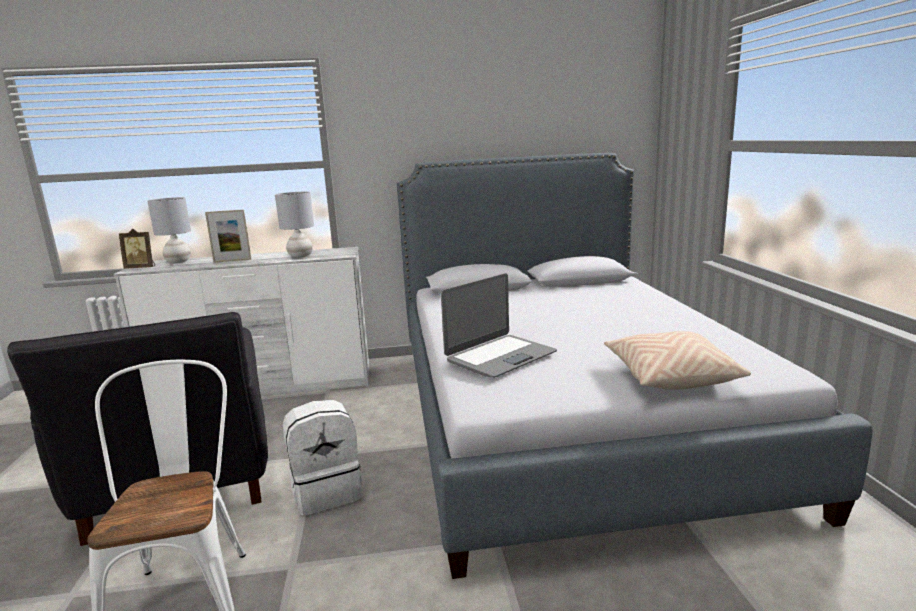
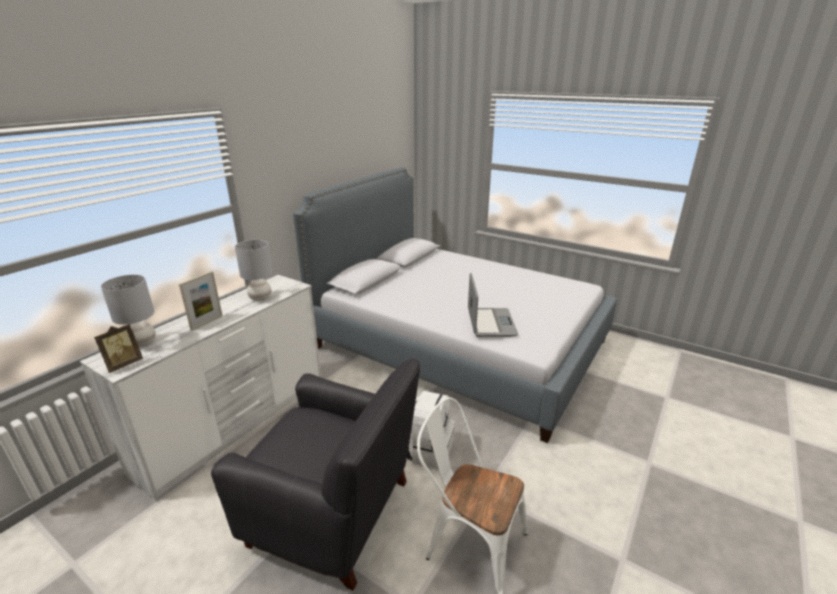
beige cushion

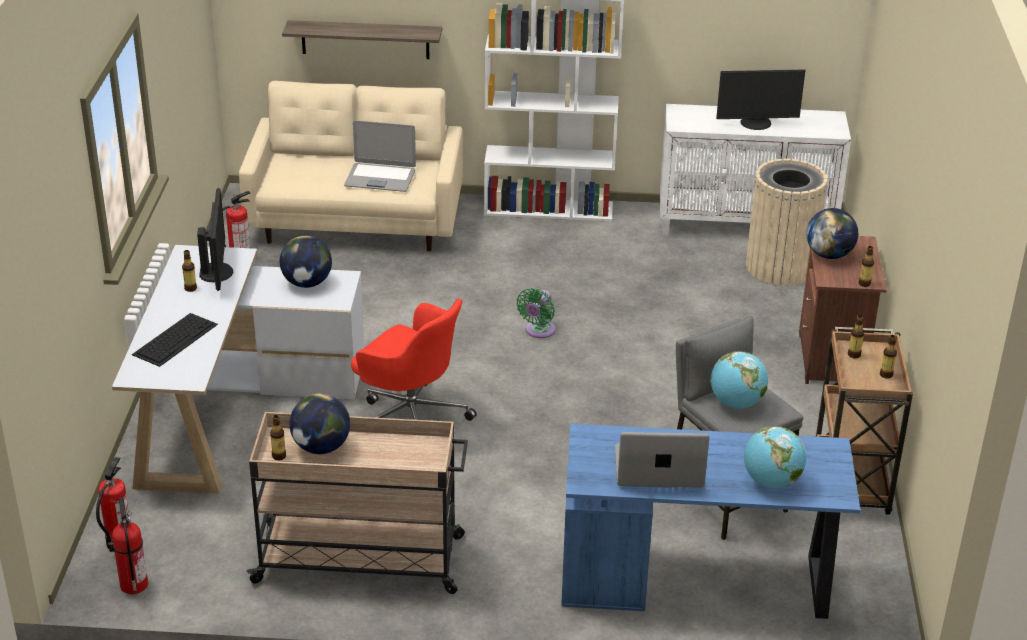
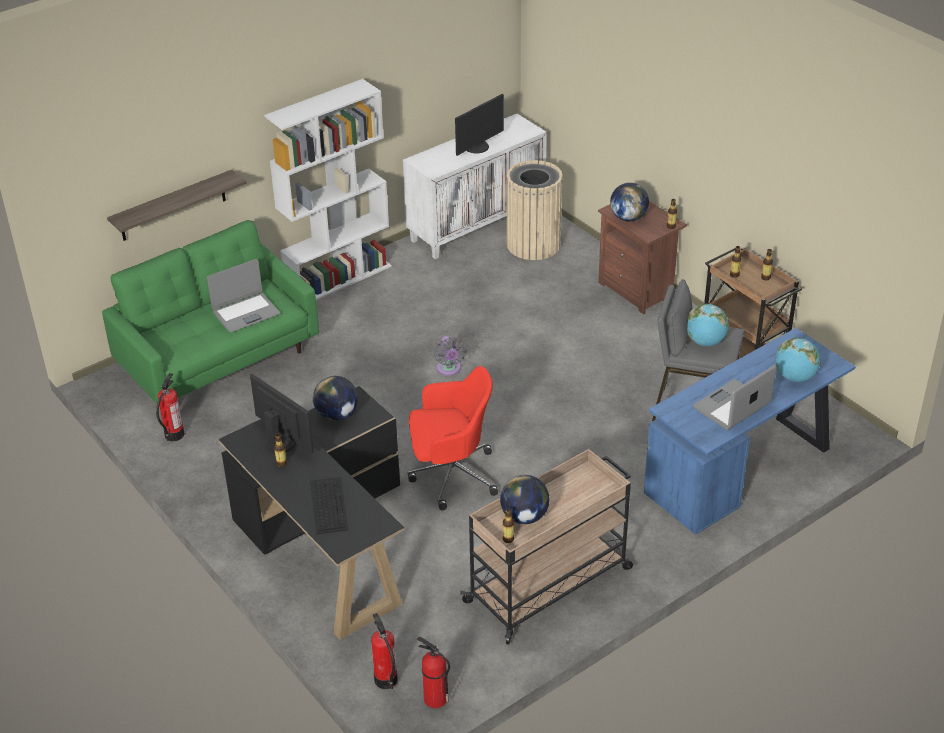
green sofa
black-coloured desk unit
greyish electric fan

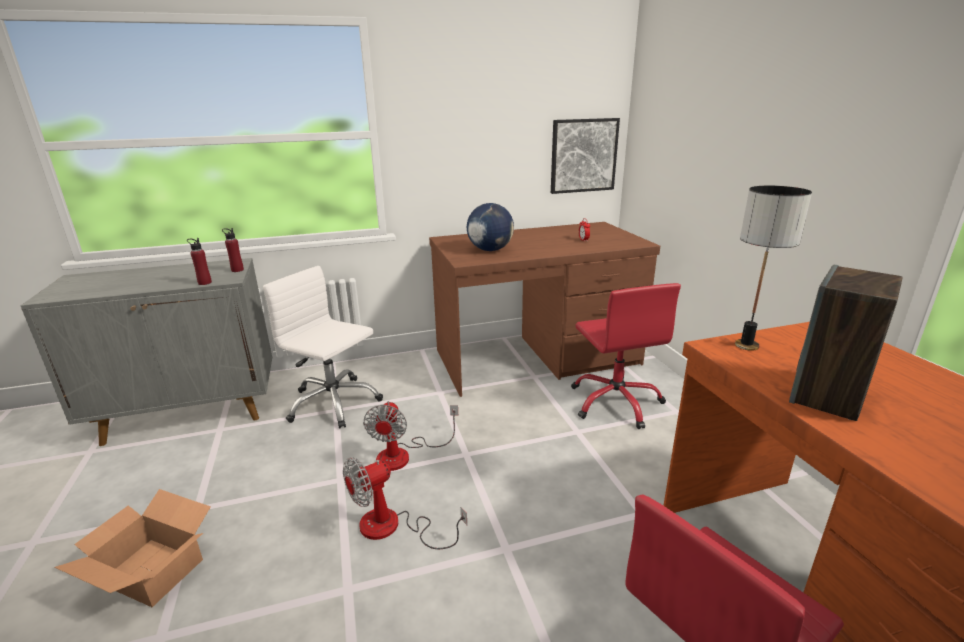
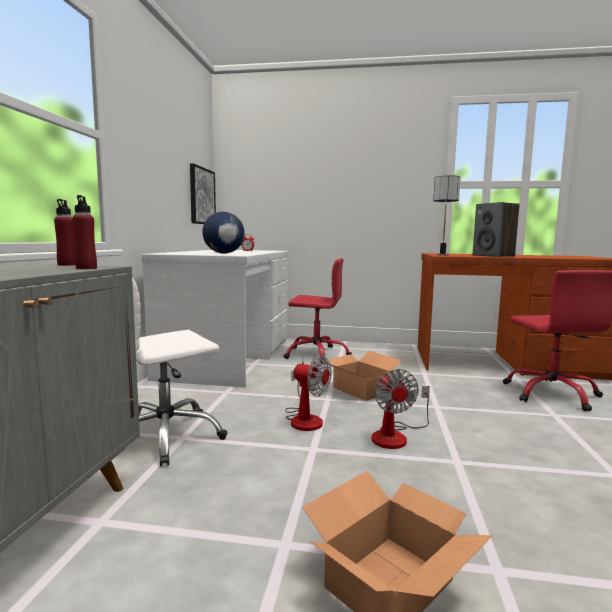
white desk unit
cardboard box (1st from left)

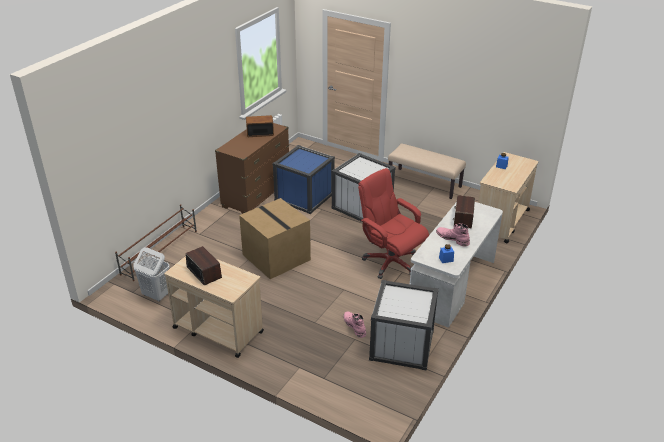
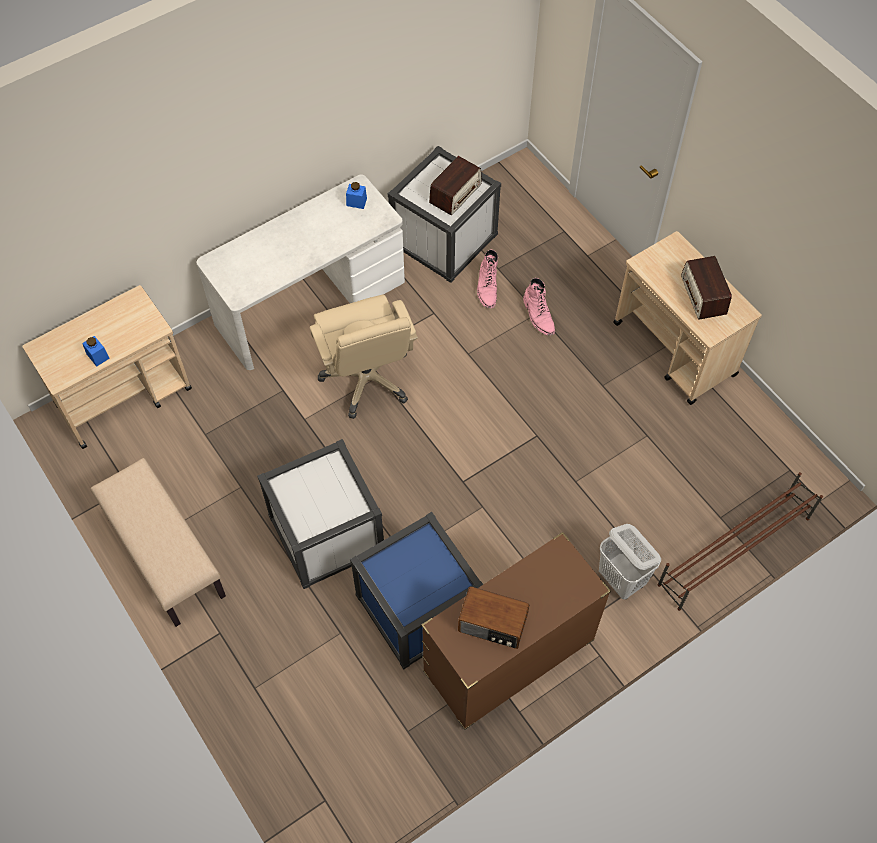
beige computer chair
radio set (1st from left)
pink-coloured tall boot (2nd from left)
white laundry basket
cardboard box

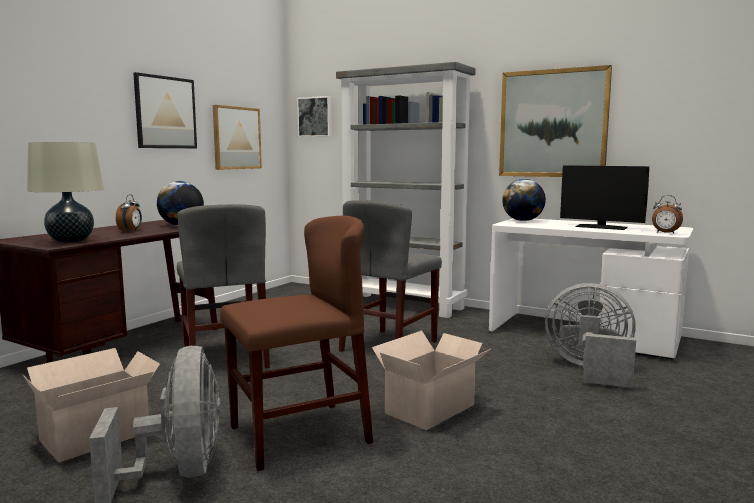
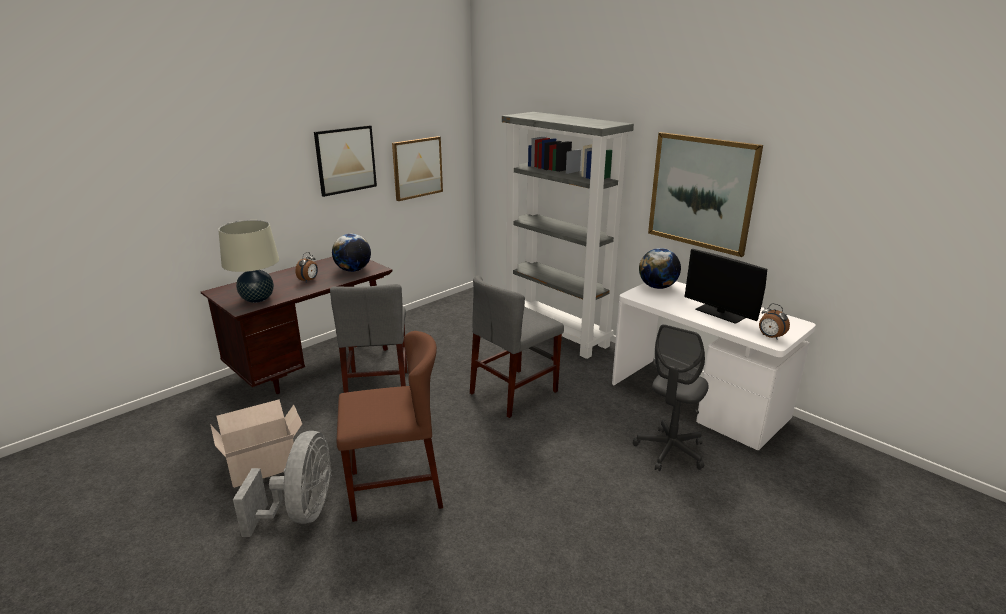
greyish computer chair
wall picture (3rd from left in the first image)
cardboard box (2nd from left in the first image)

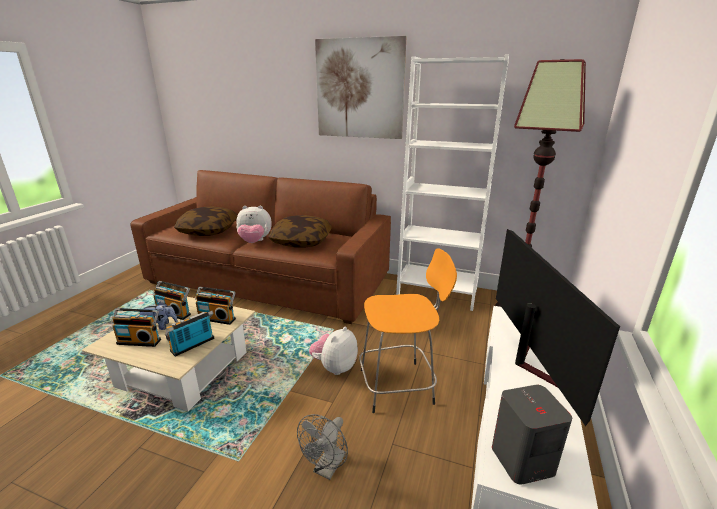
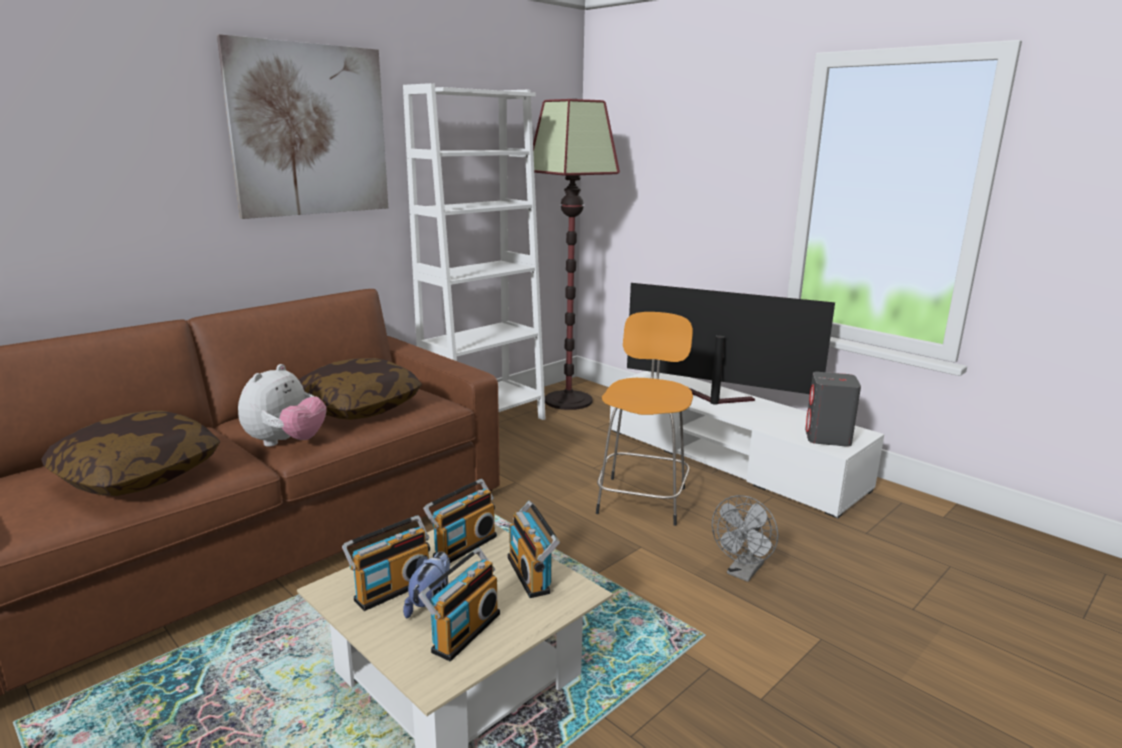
greyish electric fan
plush toy (3rd from left in the first image)

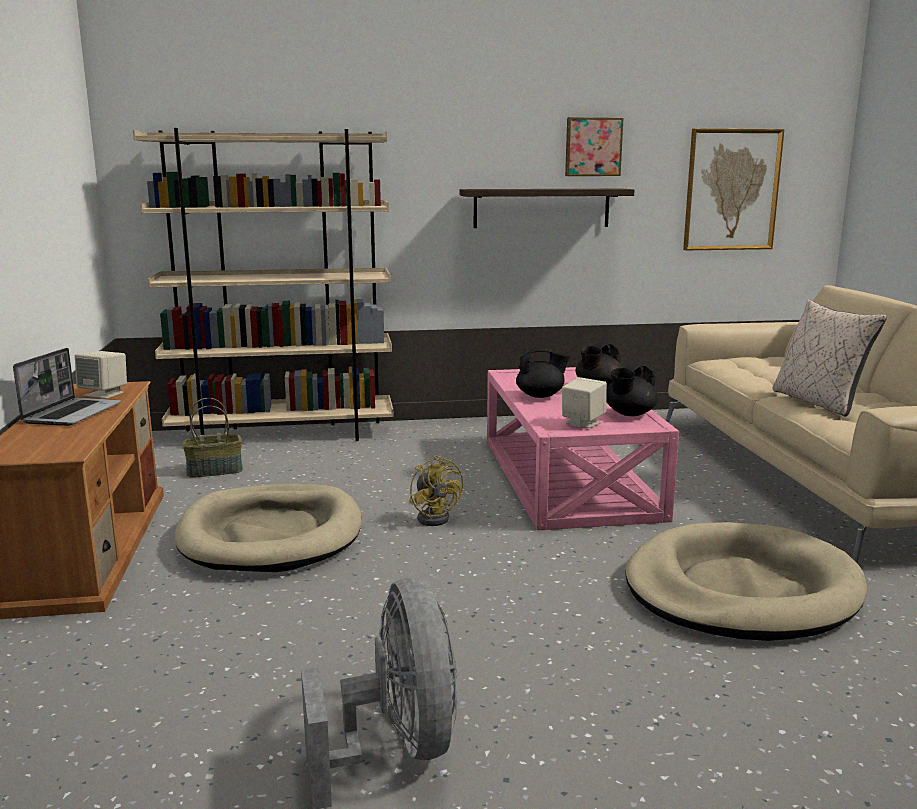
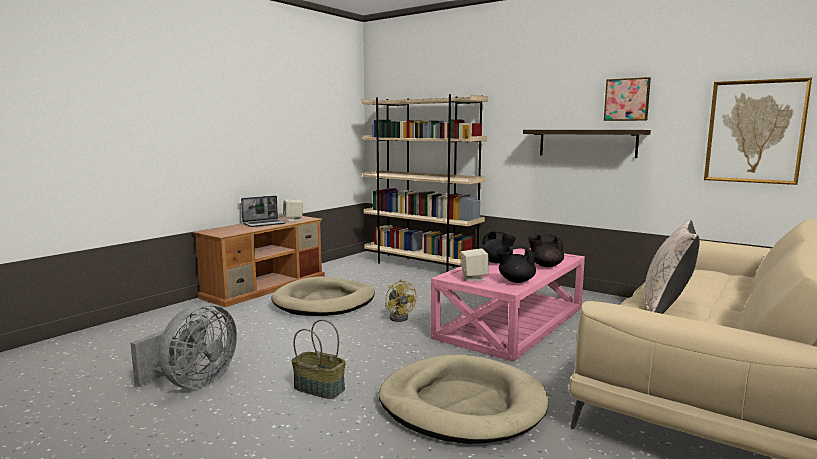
household basket
yellowish electric fan

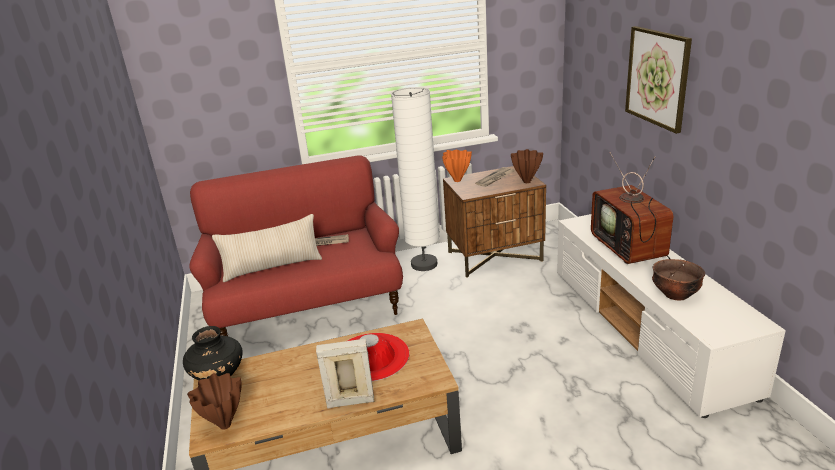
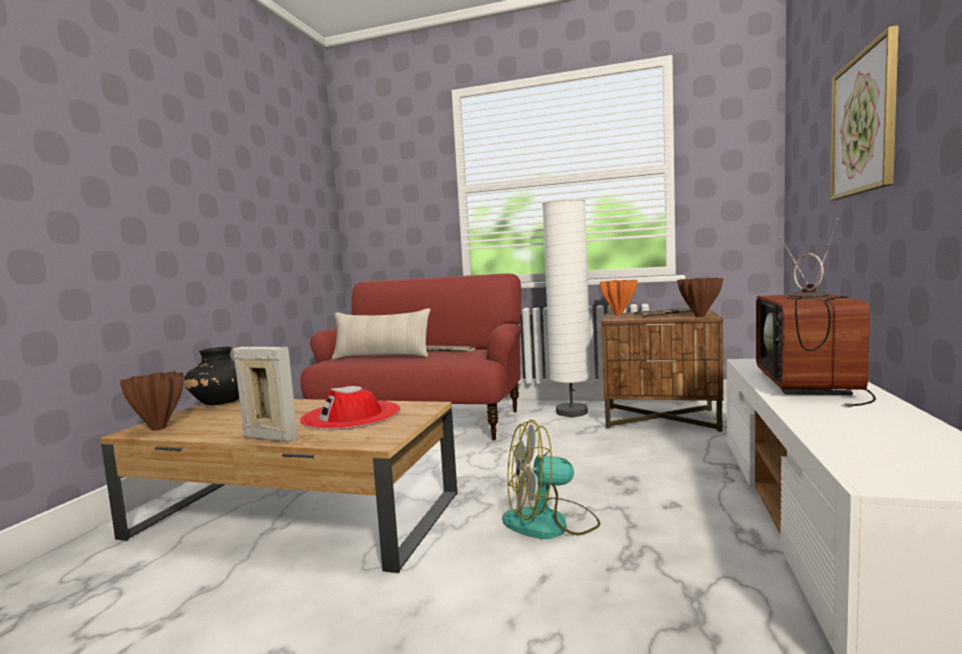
electric fan
brownish bowl

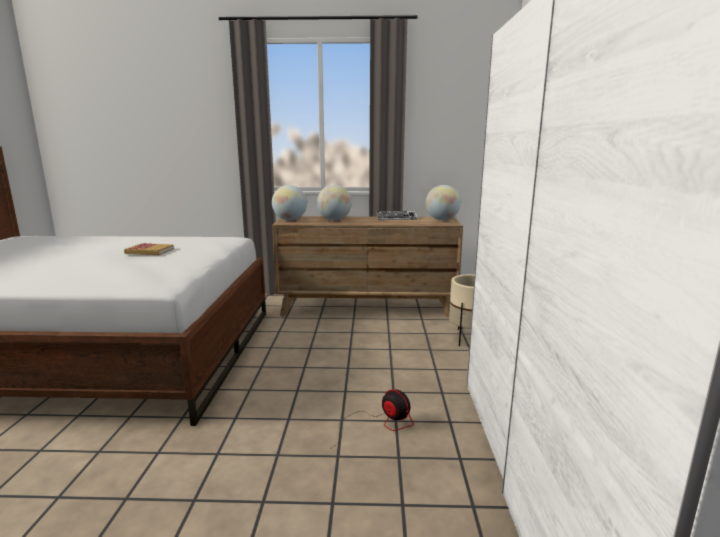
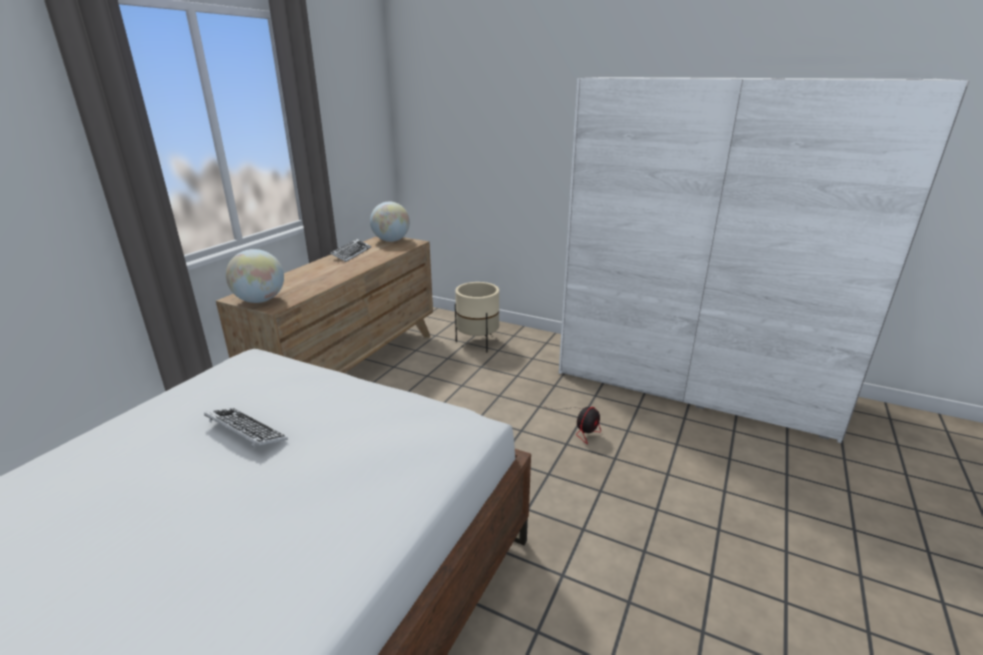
PC keyboard (1st from left)
electric fan
desk globe (2nd from left in the first image)

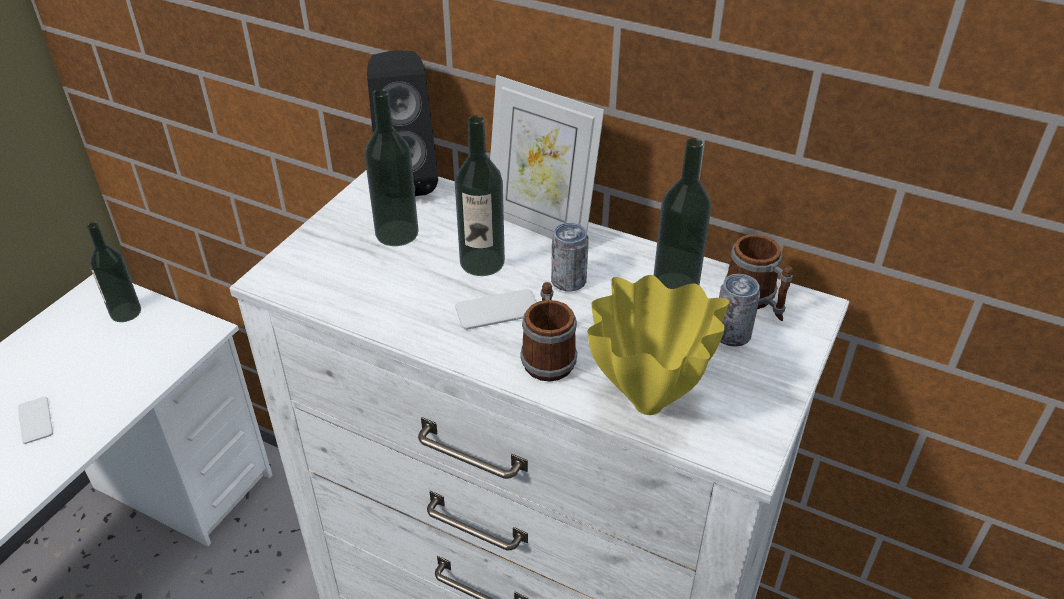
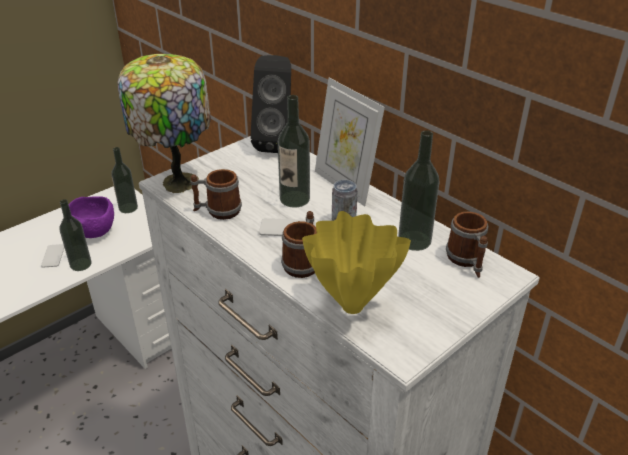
beverage bottle (1st from left)
purple bowl
lamp for a table
tea mug (1st from left)
metal can (2nd from left in the first image)

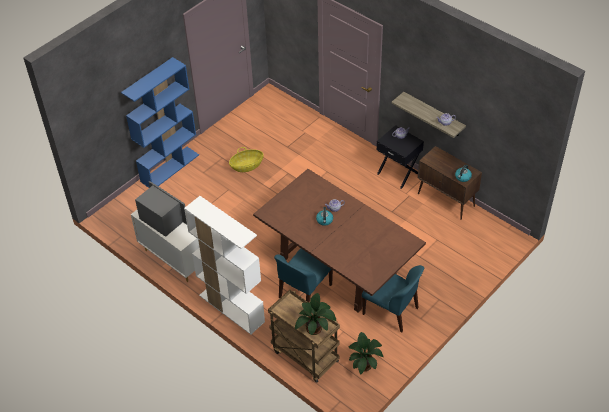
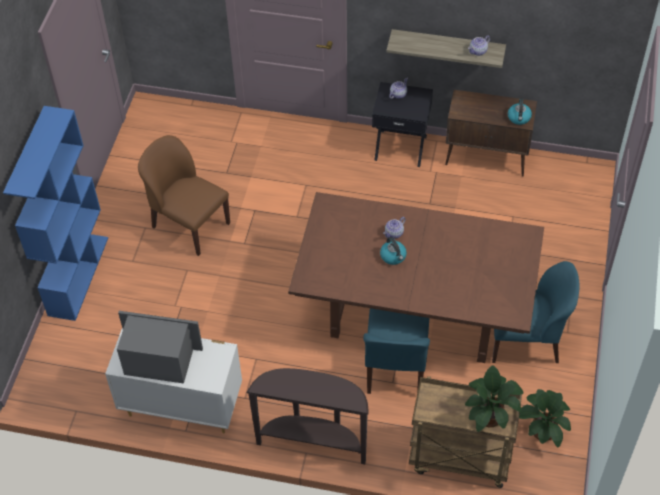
brownish upright chair
brownish narrow table

